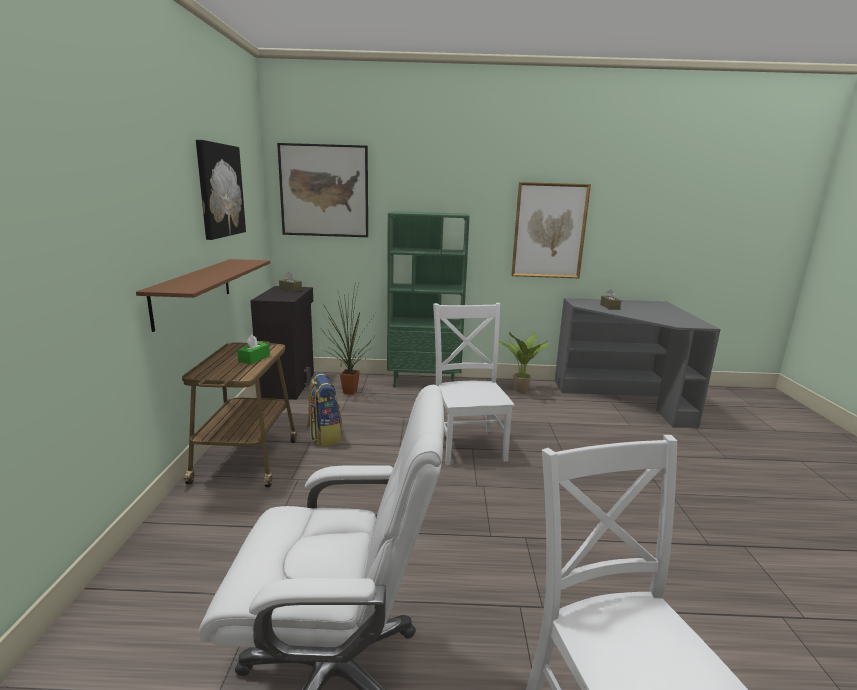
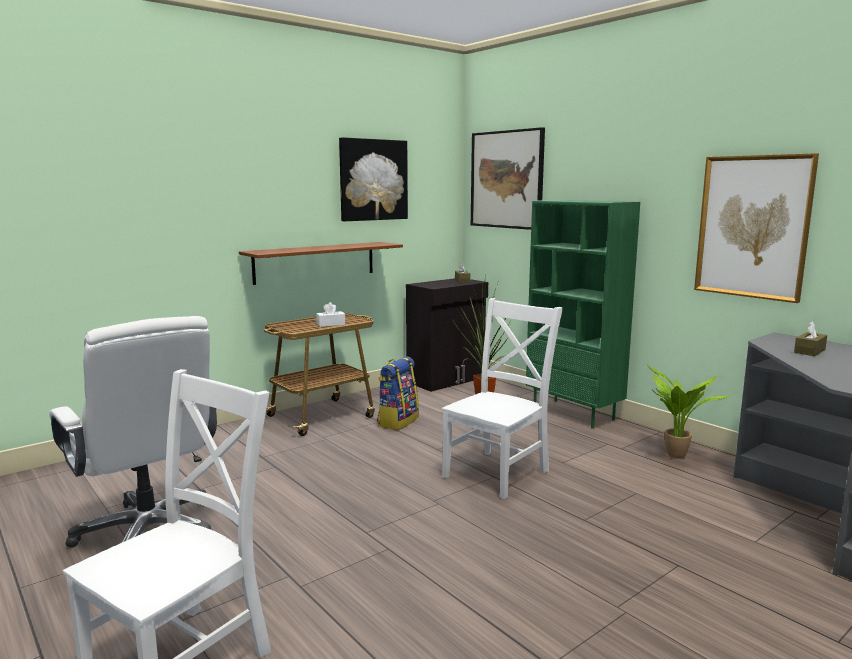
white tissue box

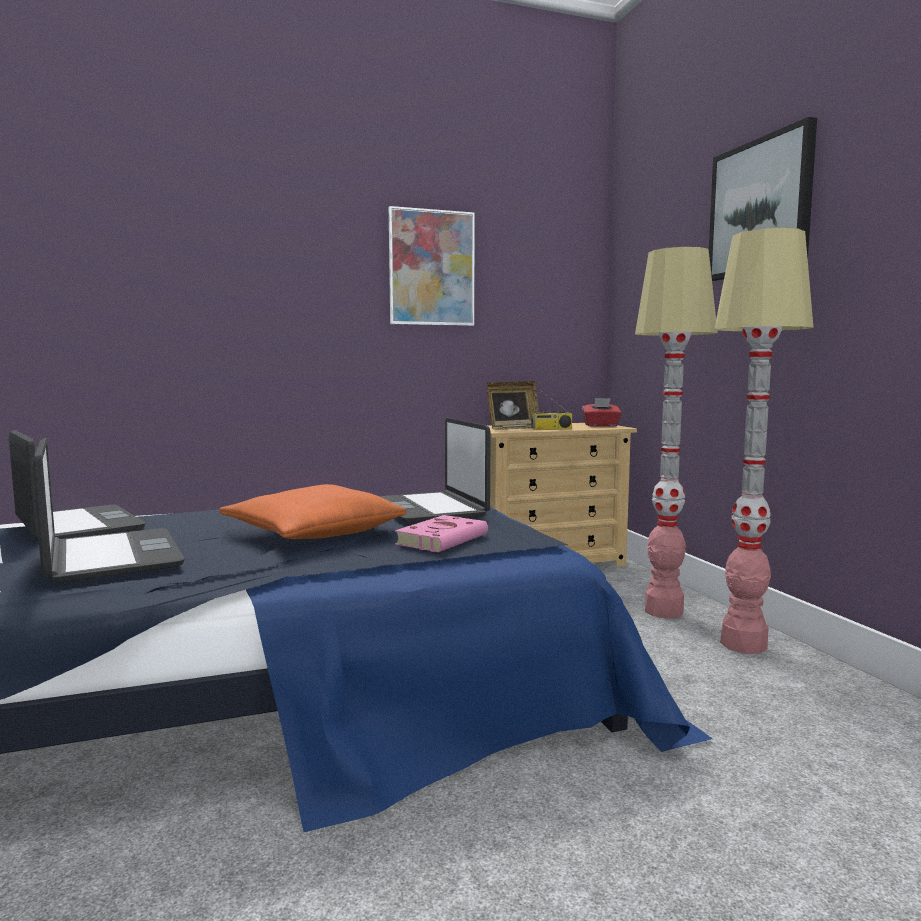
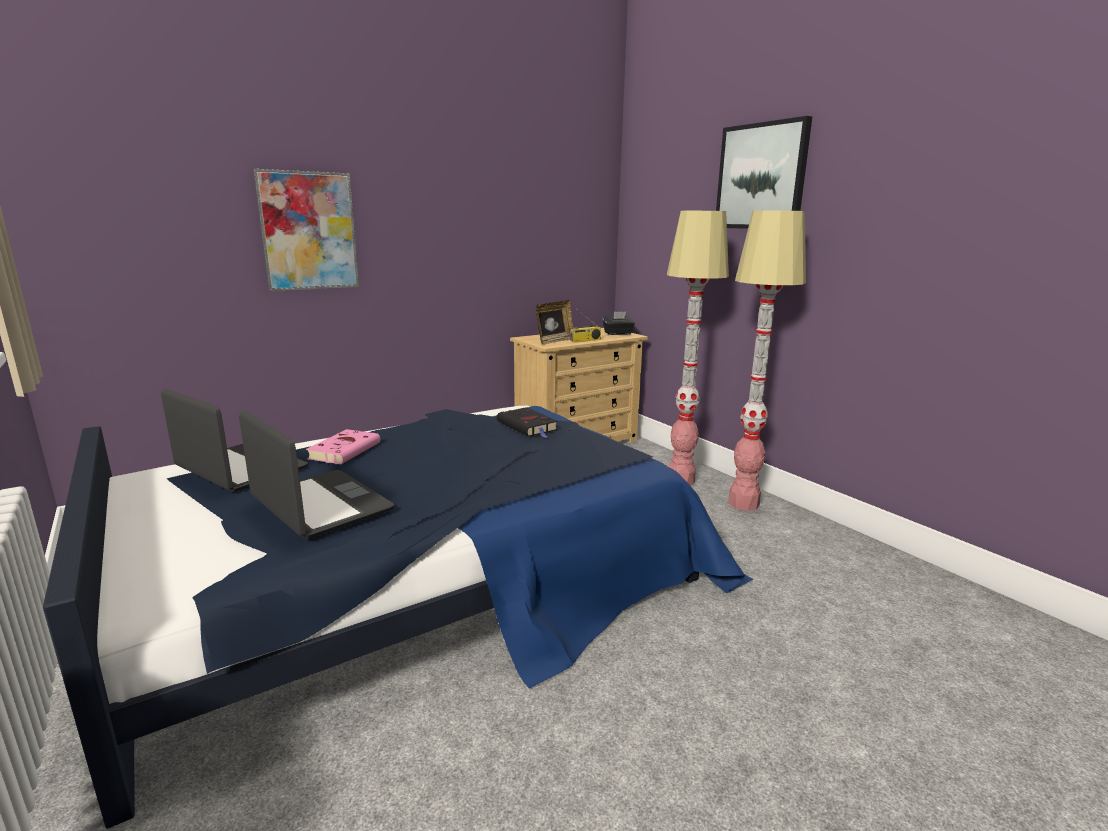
wall picture (1st from left)
pink-coloured book
black-coloured book
black-coloured tissue box
orangey cushion

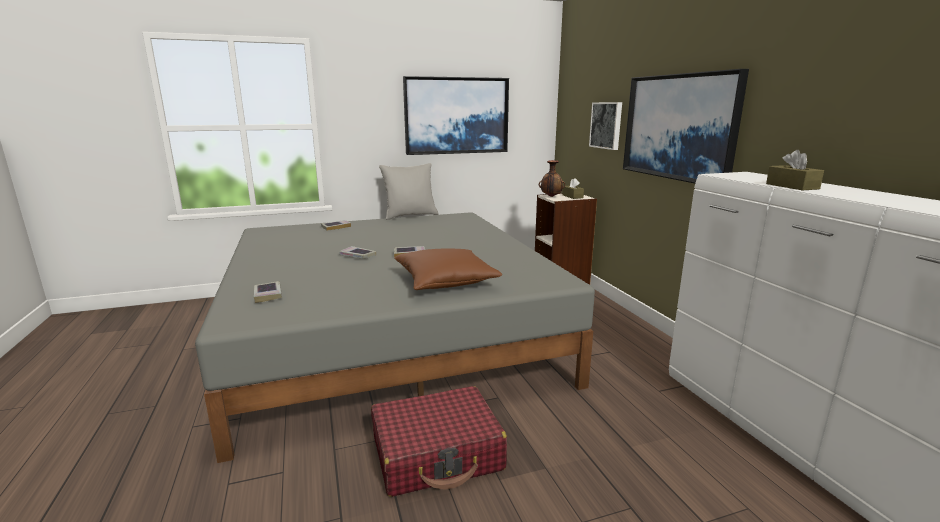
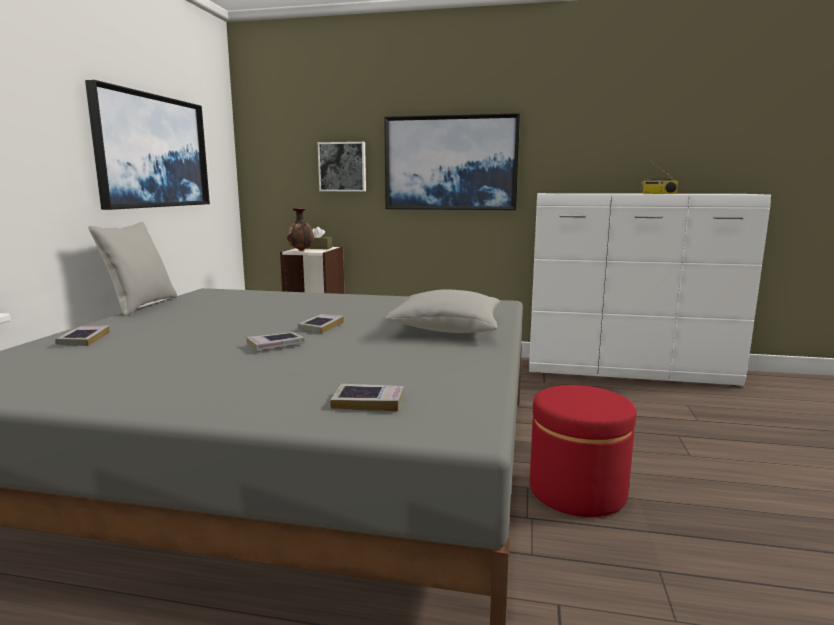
greyish cushion (2nd from left)
red pouffe
radio set
brownish tissue box (2nd from left in the first image)

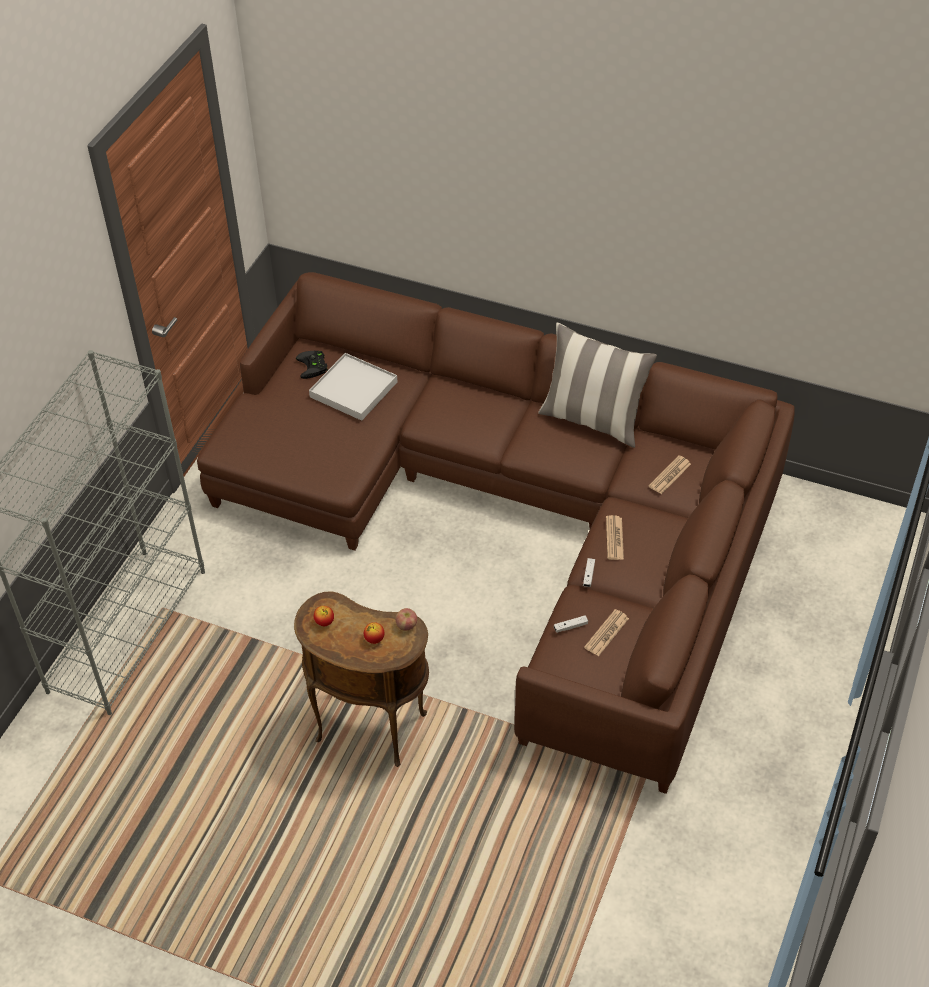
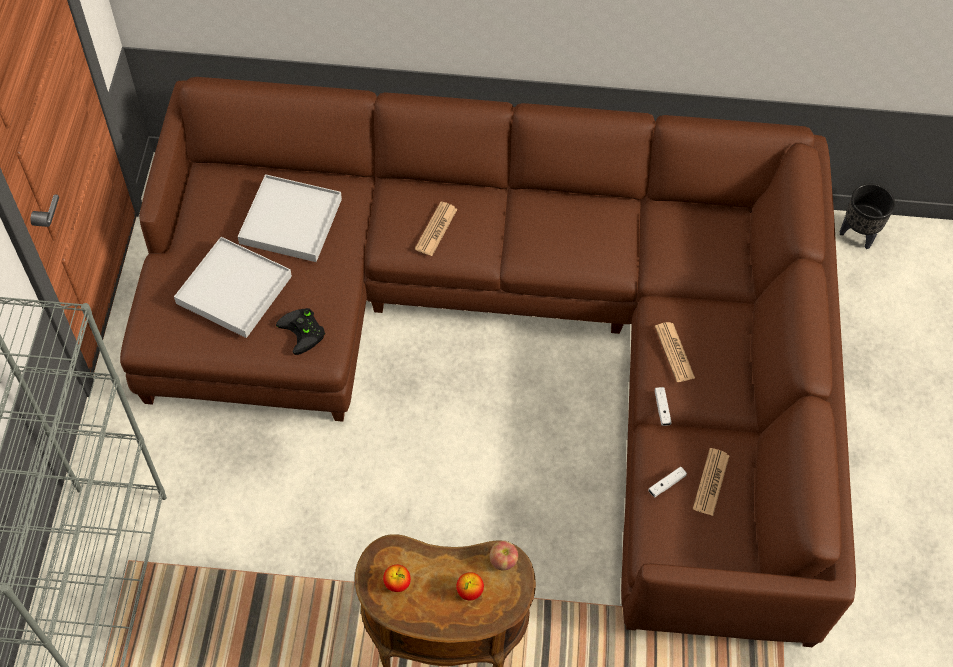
white carrying tray (1st from left)
black-coloured game controller
newspaper (1st from left)
black-coloured flower pot
cushion

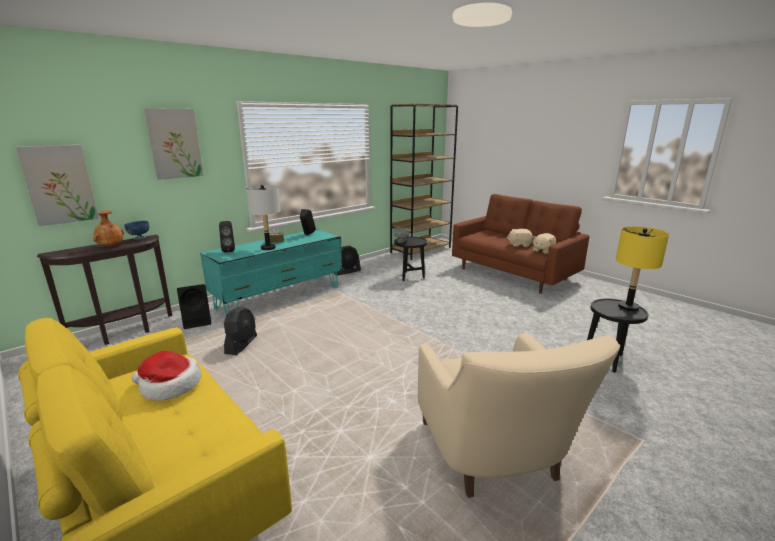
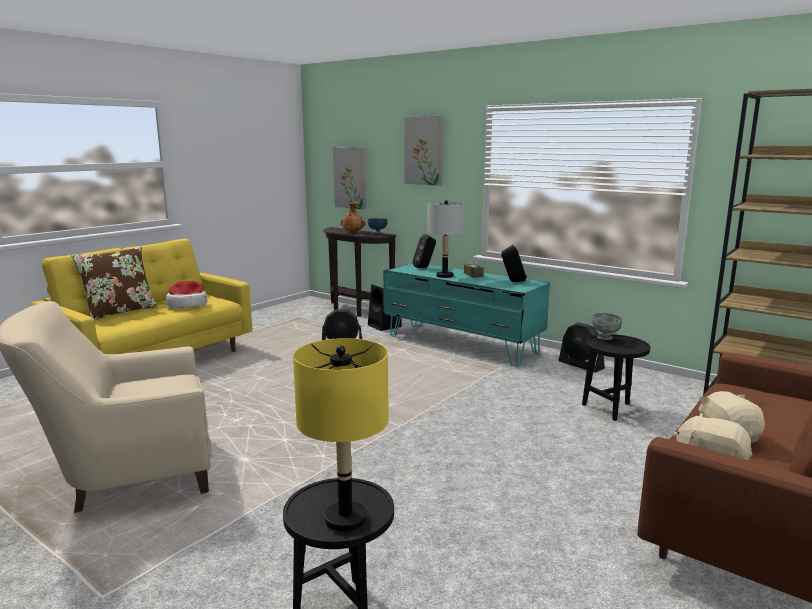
brownish cushion

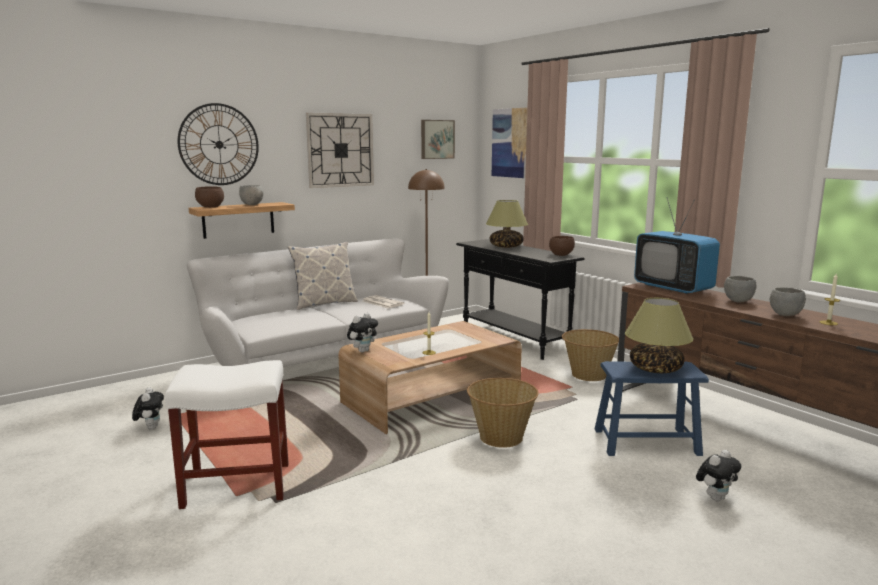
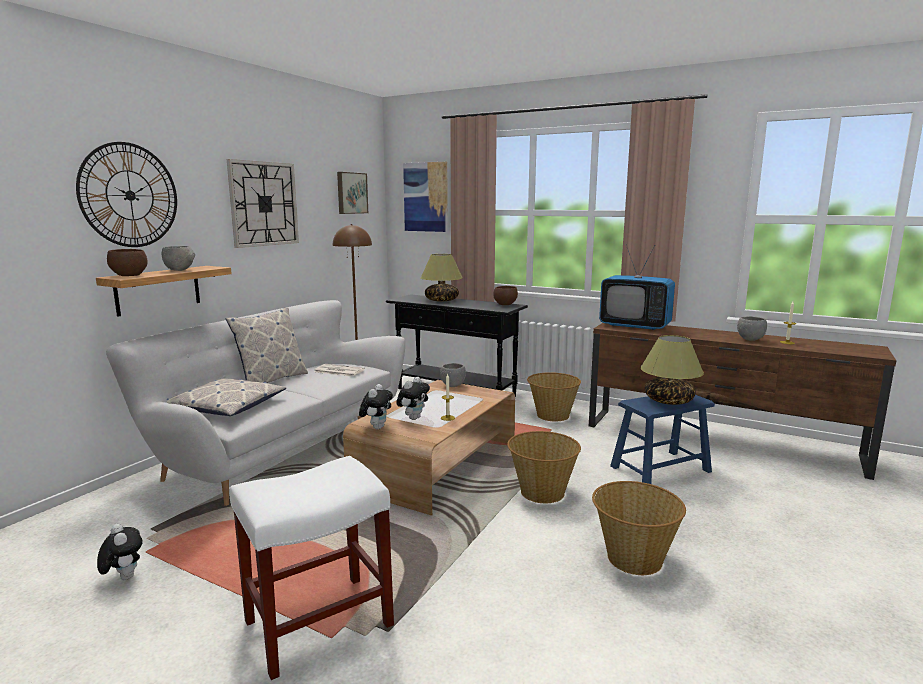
cushion (1st from left)
plush toy (3rd from left)
greyish bowl (2nd from left)
household basket (3rd from left)

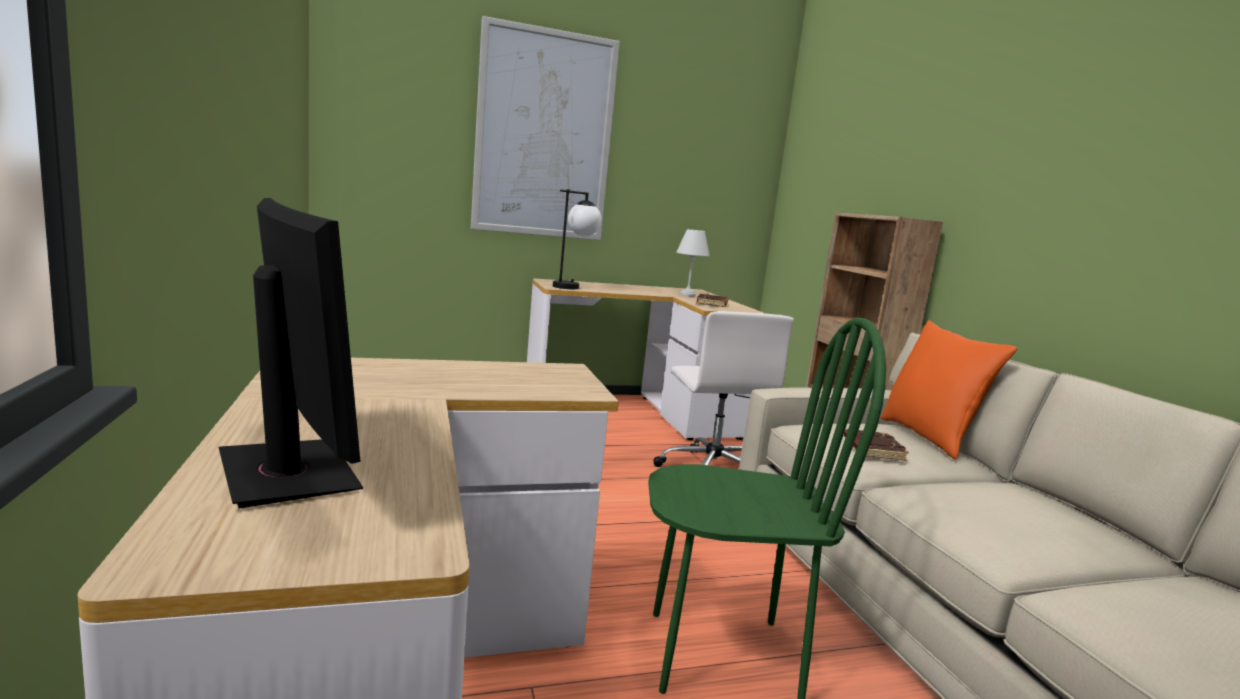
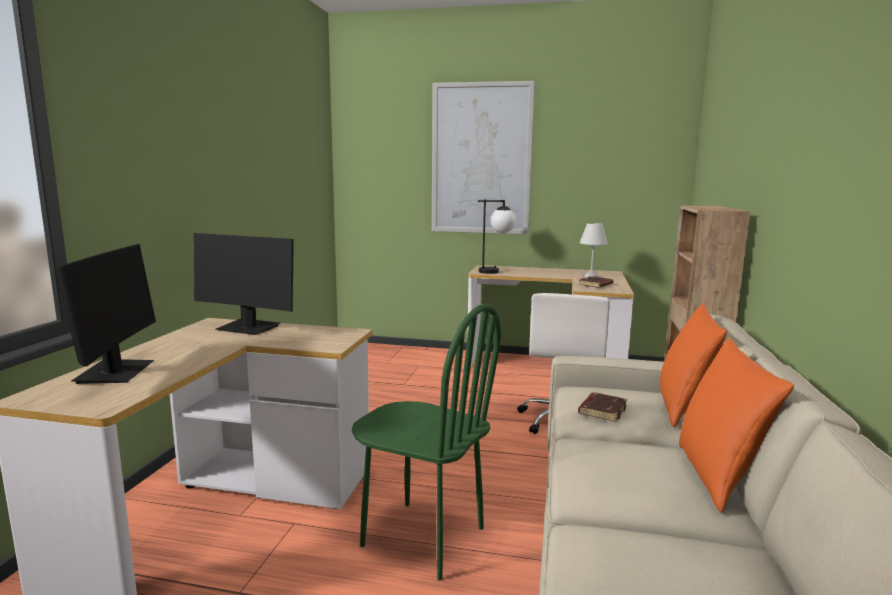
computer display (2nd from left)
orangey cushion (2nd from left)

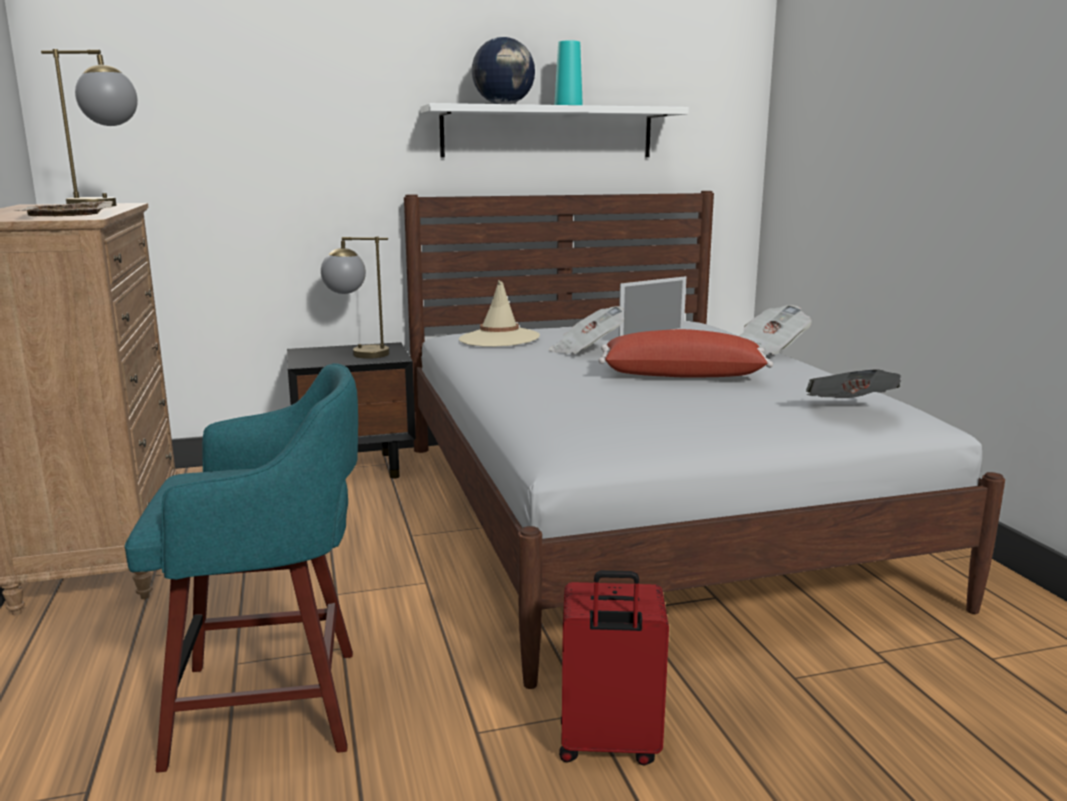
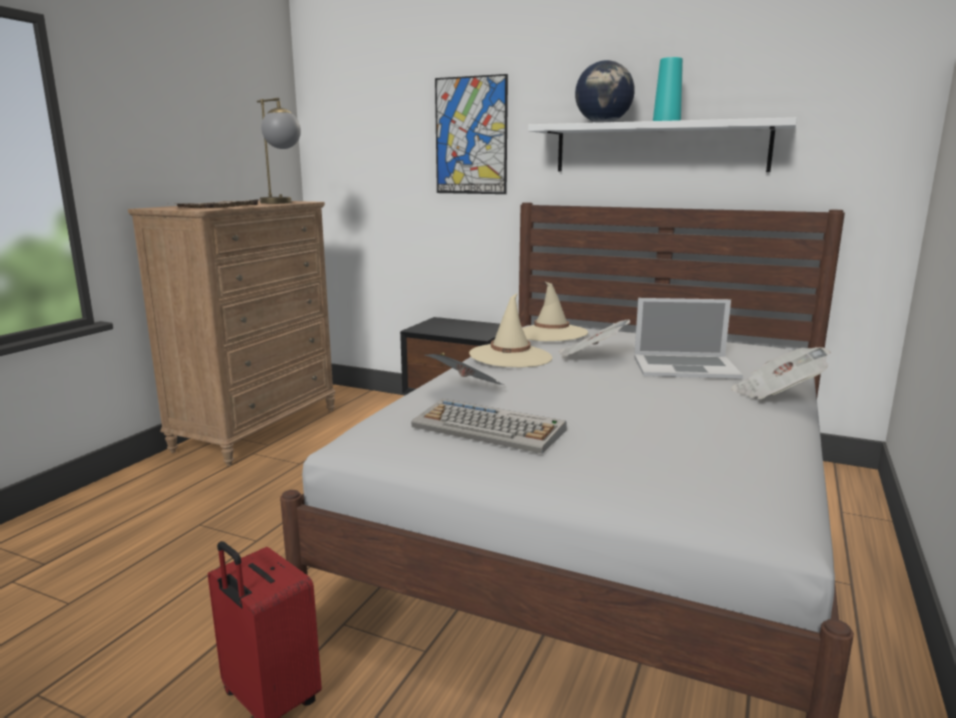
PC keyboard
newspaper (1st from left)
wall picture
beige clothing hat (1st from left)
turquoise-coloured stool seat
lamp for a table (2nd from left in the first image)
red cushion

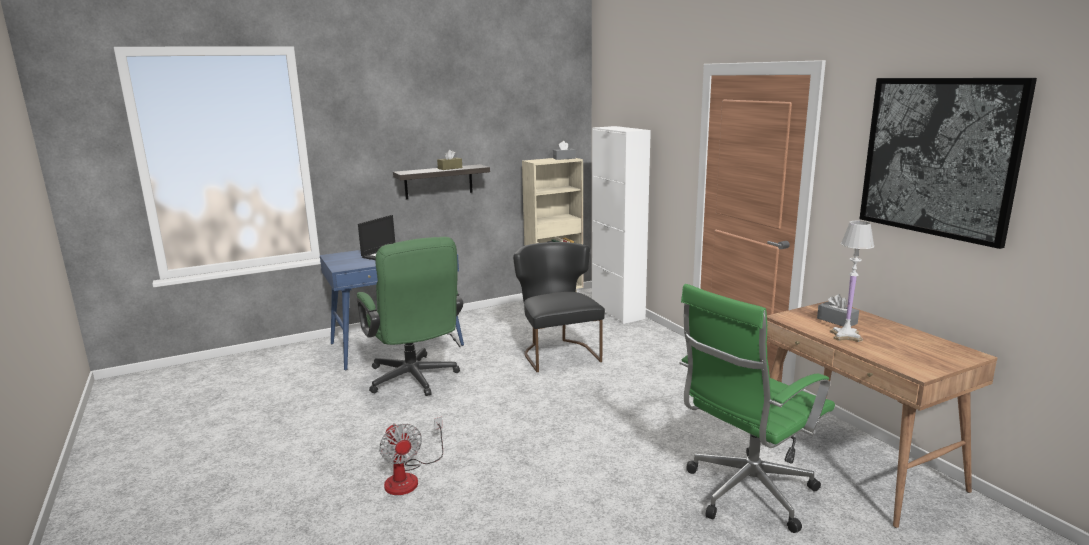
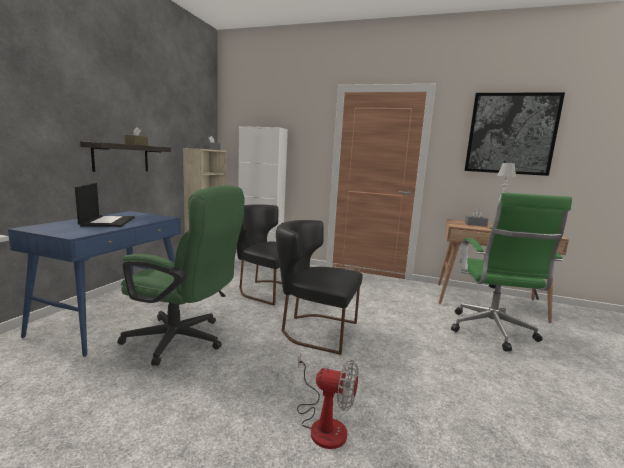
black-coloured upright chair (2nd from left)

